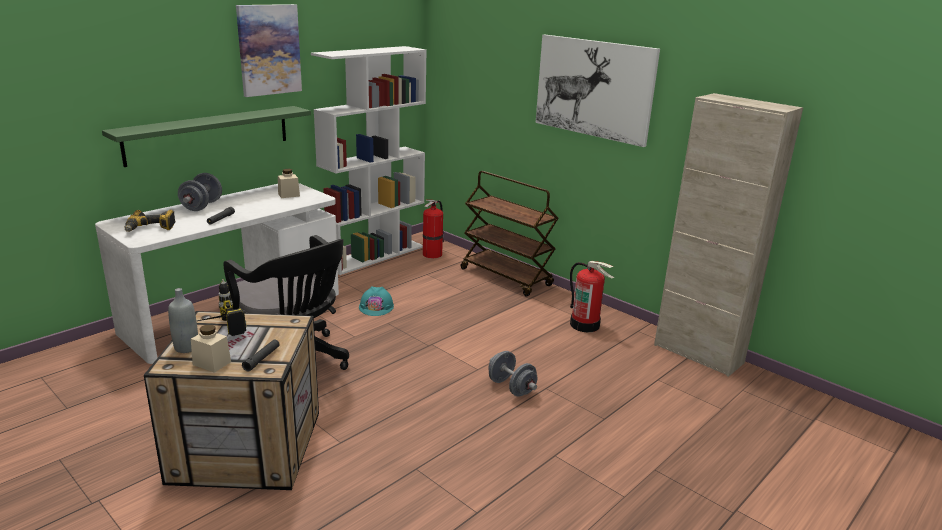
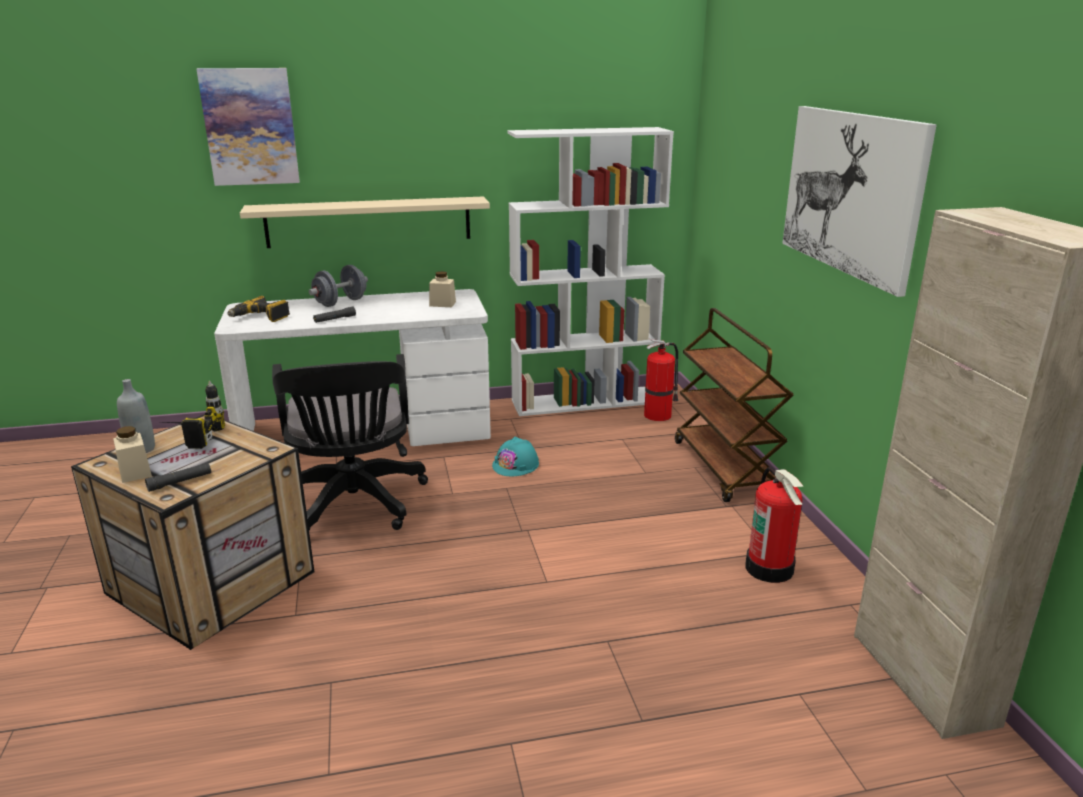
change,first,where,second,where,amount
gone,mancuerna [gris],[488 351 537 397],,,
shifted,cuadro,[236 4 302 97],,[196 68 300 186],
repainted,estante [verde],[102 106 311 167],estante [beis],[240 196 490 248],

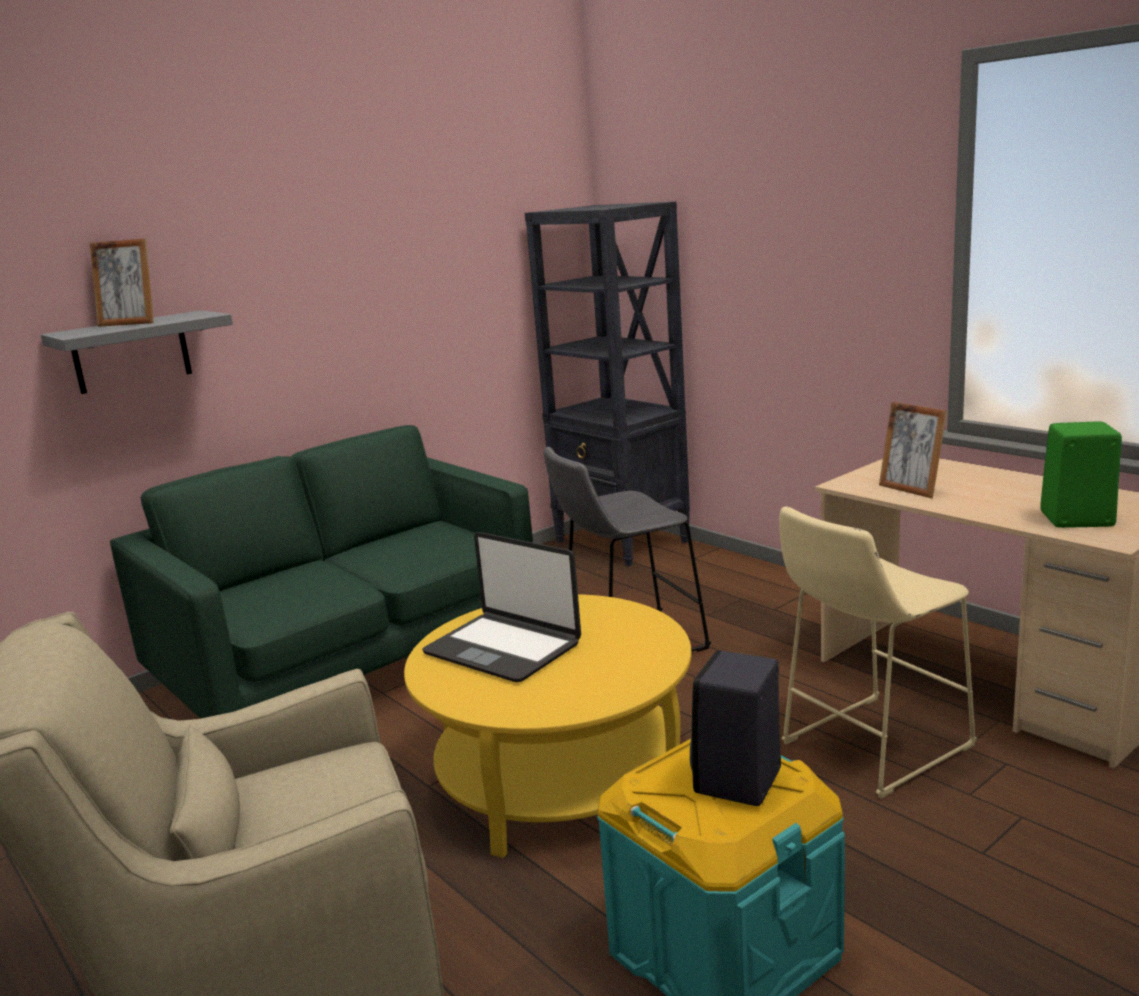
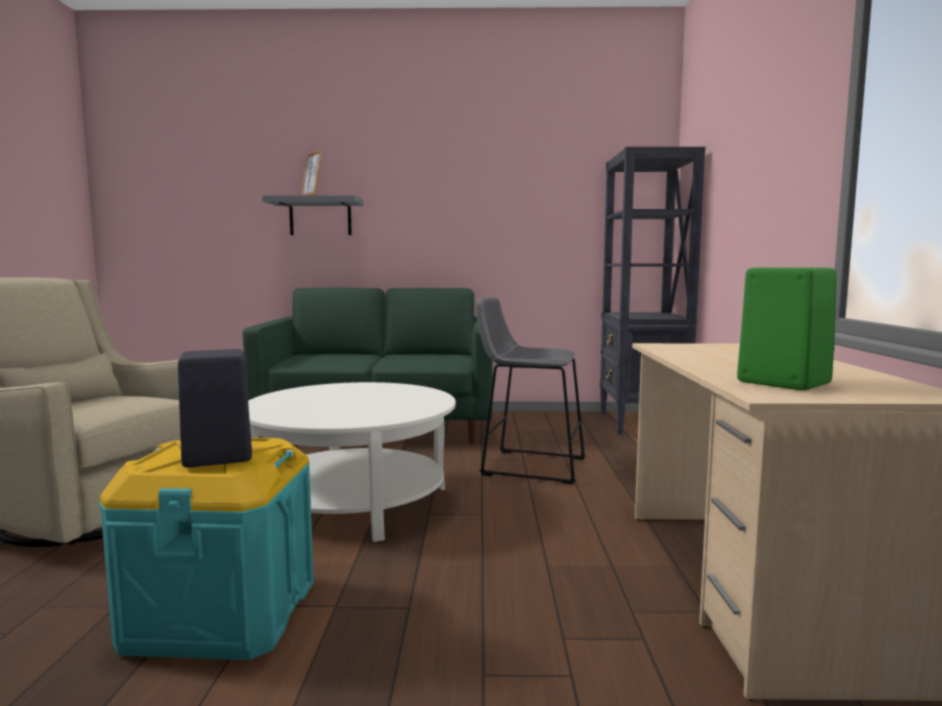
change,first,where,second,where,amount
gone,portátil,[422 532 581 682],,,
gone,taburete [beis],[779 506 977 799],,,
gone,portarretratos,[879 402 947 498],,,
repainted,mesa de centro [amarillo],[404 594 692 858],mesa de centro [blanco],[248 382 456 542],

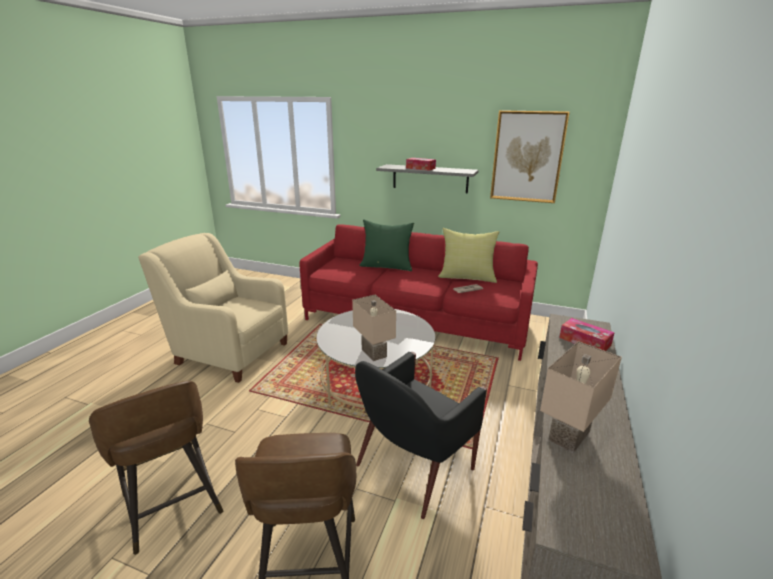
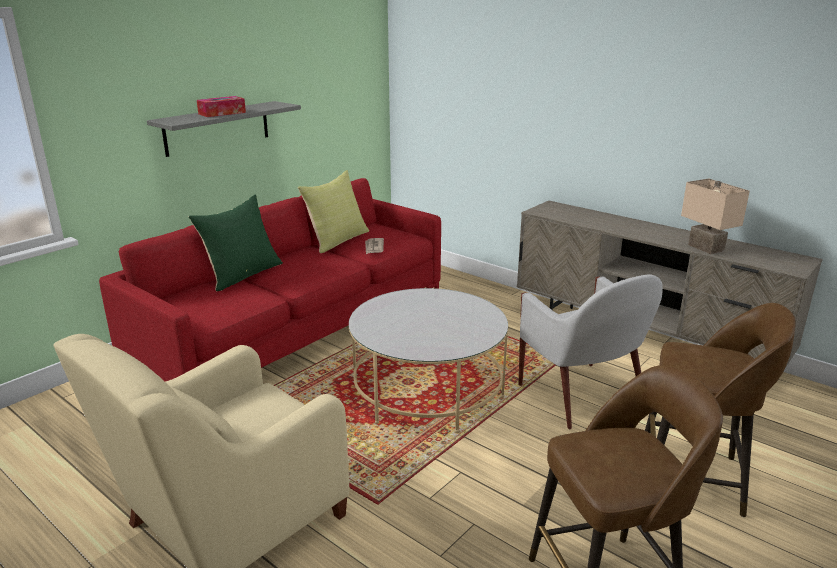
change,first,where,second,where,amount
gone,lámpara de mesa [beis],[352 295 396 361],,,
gone,cuadro,[490 110 569 203],,,
gone,caja de pañuelos,[559 318 615 351],,,
repainted,sillón [negro],[355 352 487 519],sillón [blanco],[518 275 663 429],

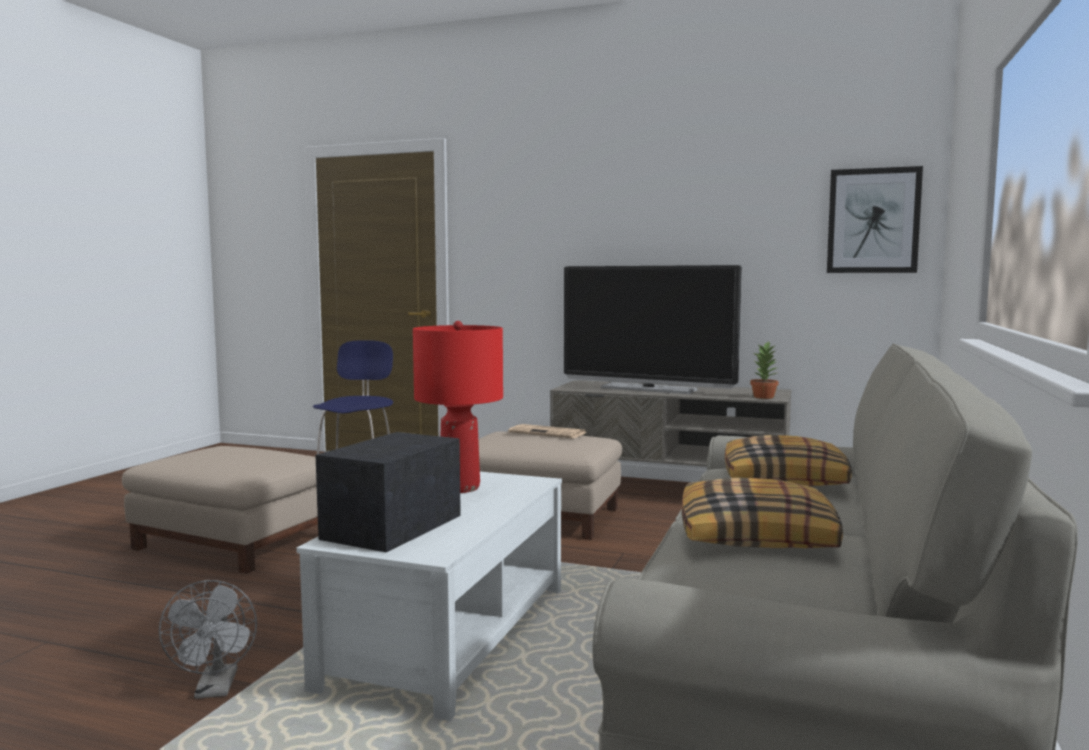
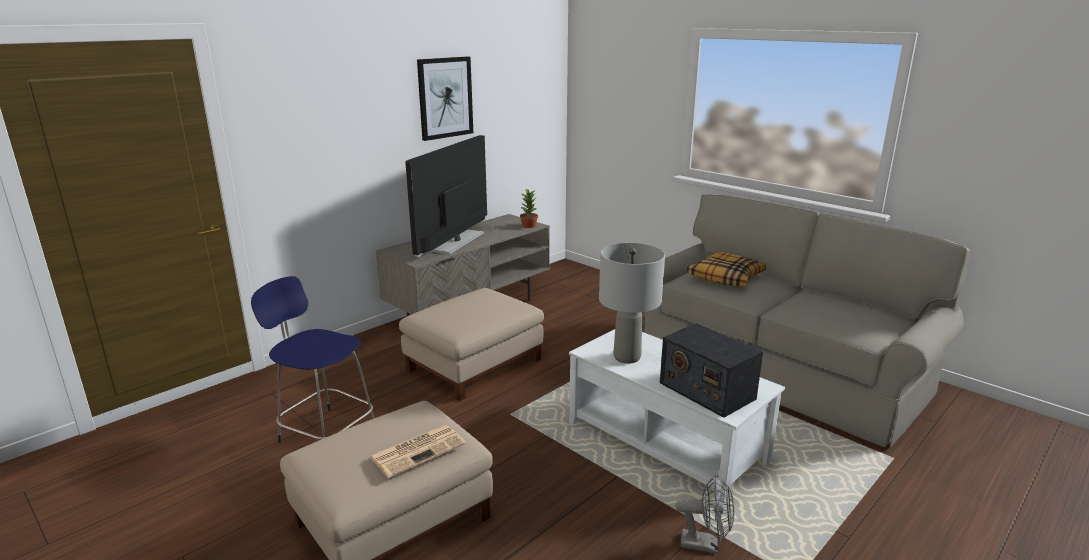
change,first,where,second,where,amount
gone,cojín,[682 478 843 548],,,
shifted,periódico,[508 424 586 439],,[369 425 466 478],
shifted,cuadro,[827 166 923 273],,[417 56 473 141],
repainted,lámpara de mesa [rojo],[413 321 503 493],lámpara de mesa [gris],[599 243 665 364],
rotated,televisor,[564 265 742 394],,[405 135 487 257],150 degrees clockwise

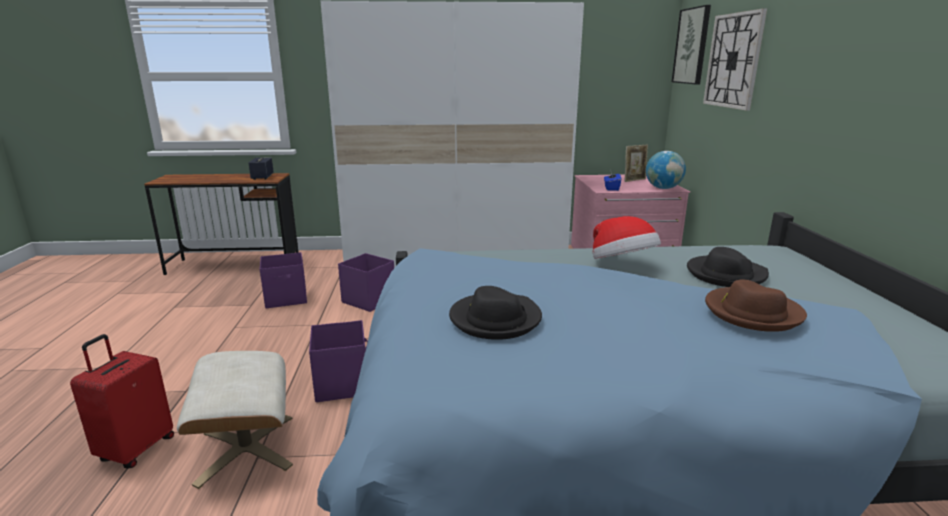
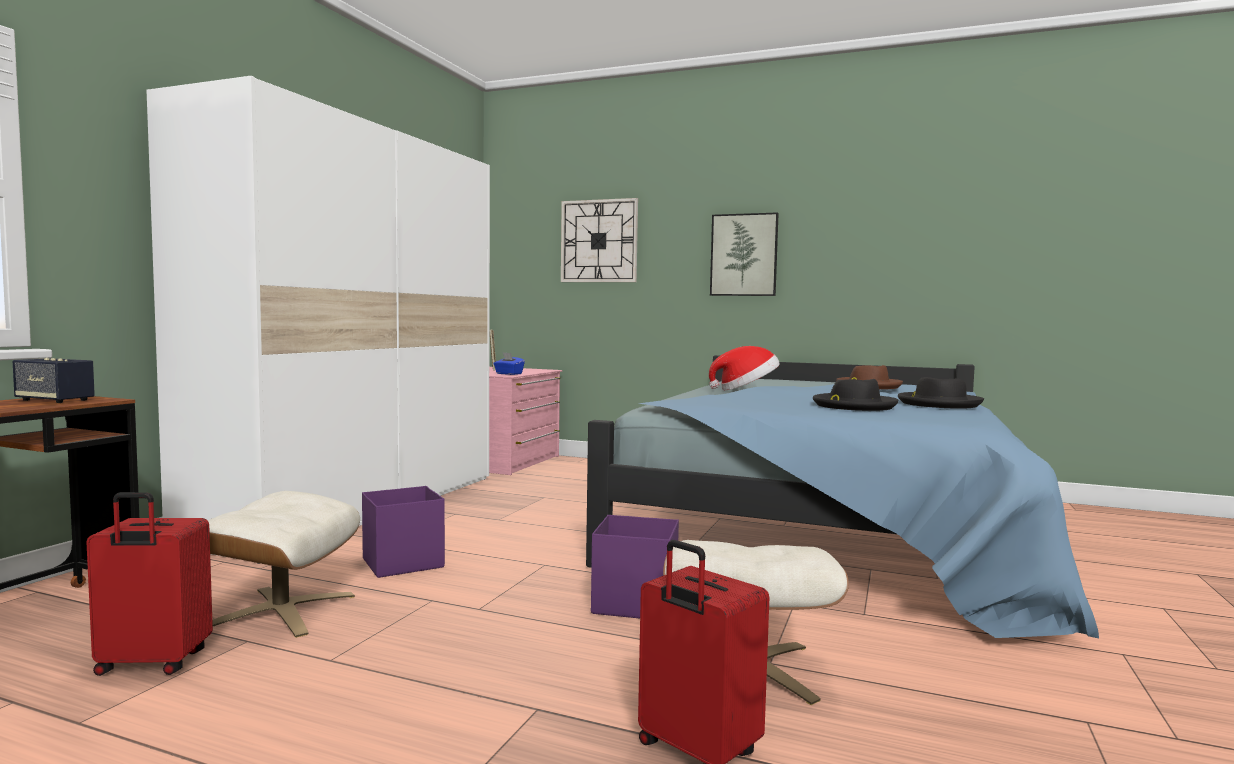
change,first,where,second,where,amount
gone,globo terráqueo,[646 151 686 189],,,
new,,,maleta [rojo],[86 492 213 676],
shifted,cuadro,[672 5 711 84],,[710 212 779 296],
shifted,sombrero [negro],[687 247 769 287],,[898 377 984 409],
swapped,caja de almacenaje [morado],[260 252 307 308],puf [beis],[208 491 360 638],

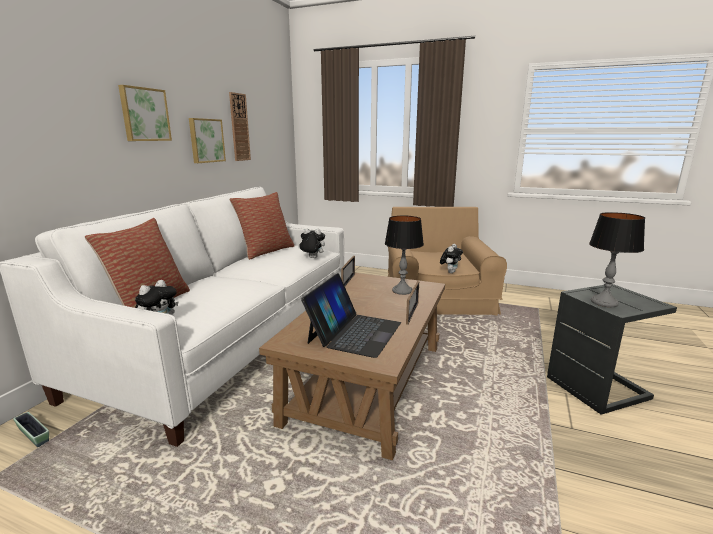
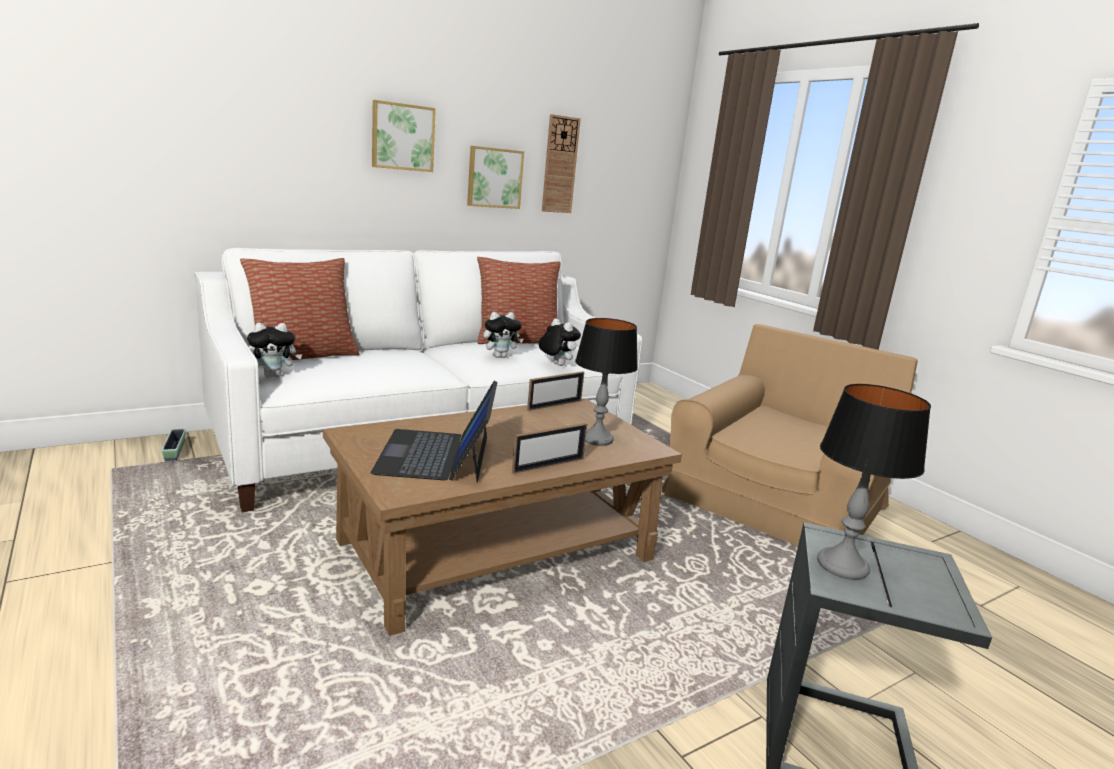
change,first,where,second,where,amount
shifted,peluche,[440 244 463 273],,[483 312 523 358],
rotated,portátil,[301 273 401 358],,[370 381 498 483],120 degrees clockwise

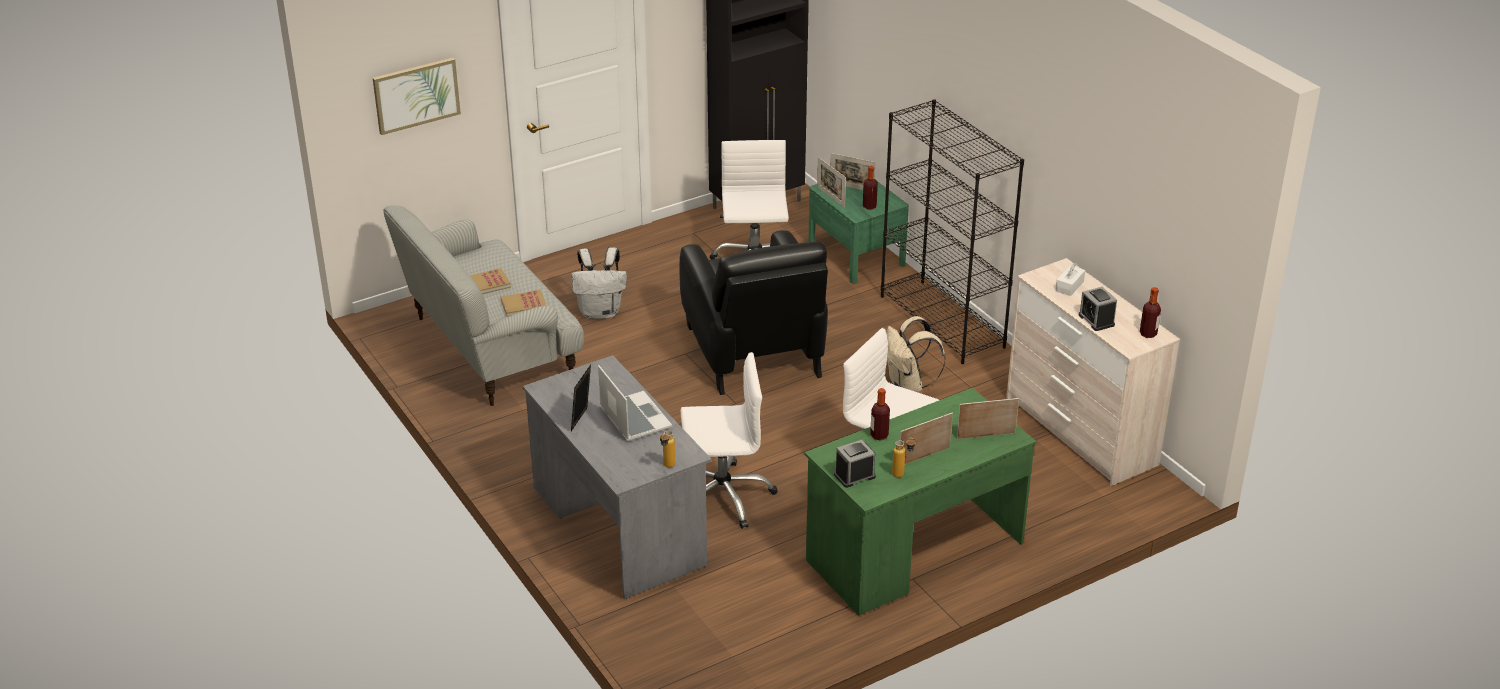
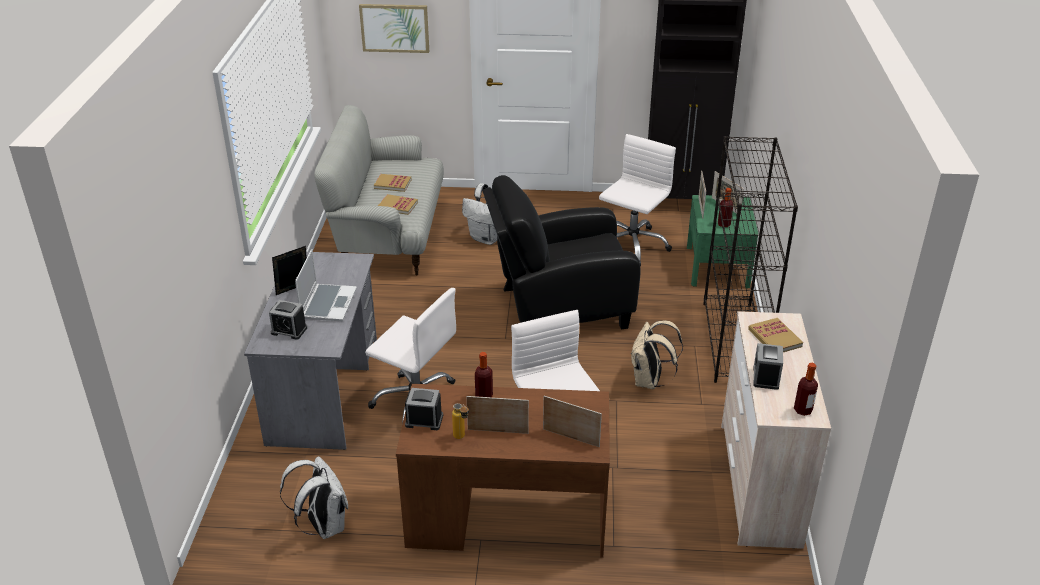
change,first,where,second,where,amount
gone,botella,[660 431 675 467],,,
new,,,despertador,[269 300 307 340],
new,,,mochila [blanco],[280 456 348 539],
swapped,caja de pañuelos [blanco],[1055 263 1085 296],libro,[748 318 803 352],
repainted,escritorio [verde],[804 388 1036 616],escritorio [marrón],[396 384 610 558],
rotated,sillón [negro],[679 230 828 395],,[483 175 640 329],60 degrees clockwise

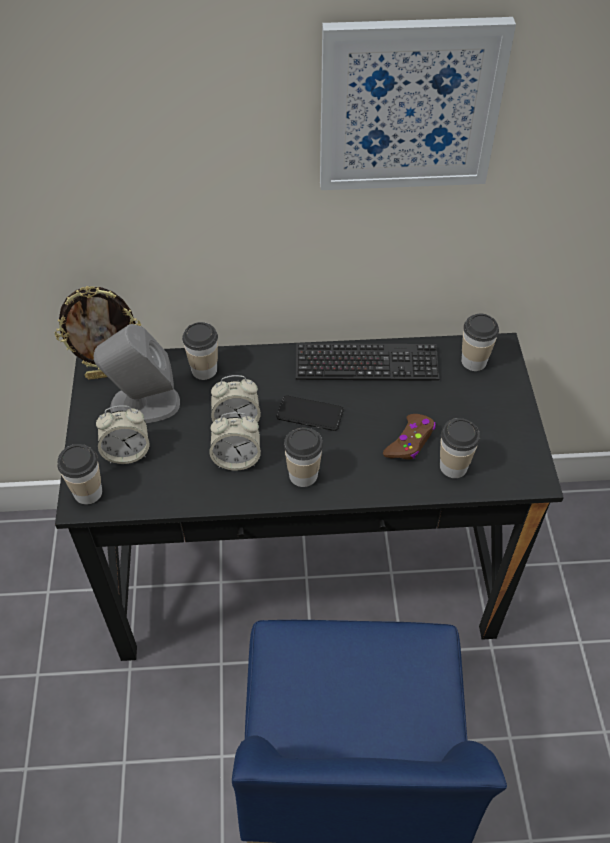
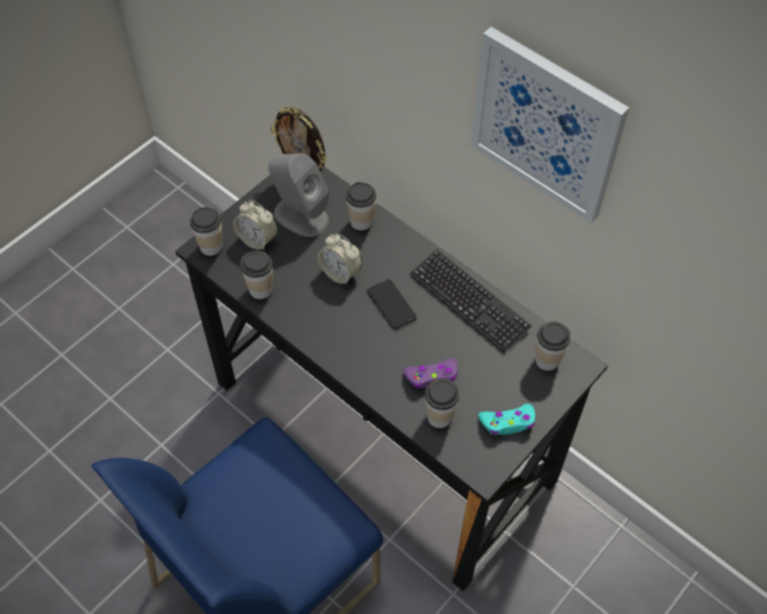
change,first,where,second,where,amount
gone,despertador,[210 412 261 471],,,
new,,,mando de consola [turquesa],[478 404 535 435],
shifted,taza,[284 428 323 487],,[240 251 273 299],
repainted,mando de consola [marrón],[383 414 436 460],mando de consola [morado],[403 358 458 389],

